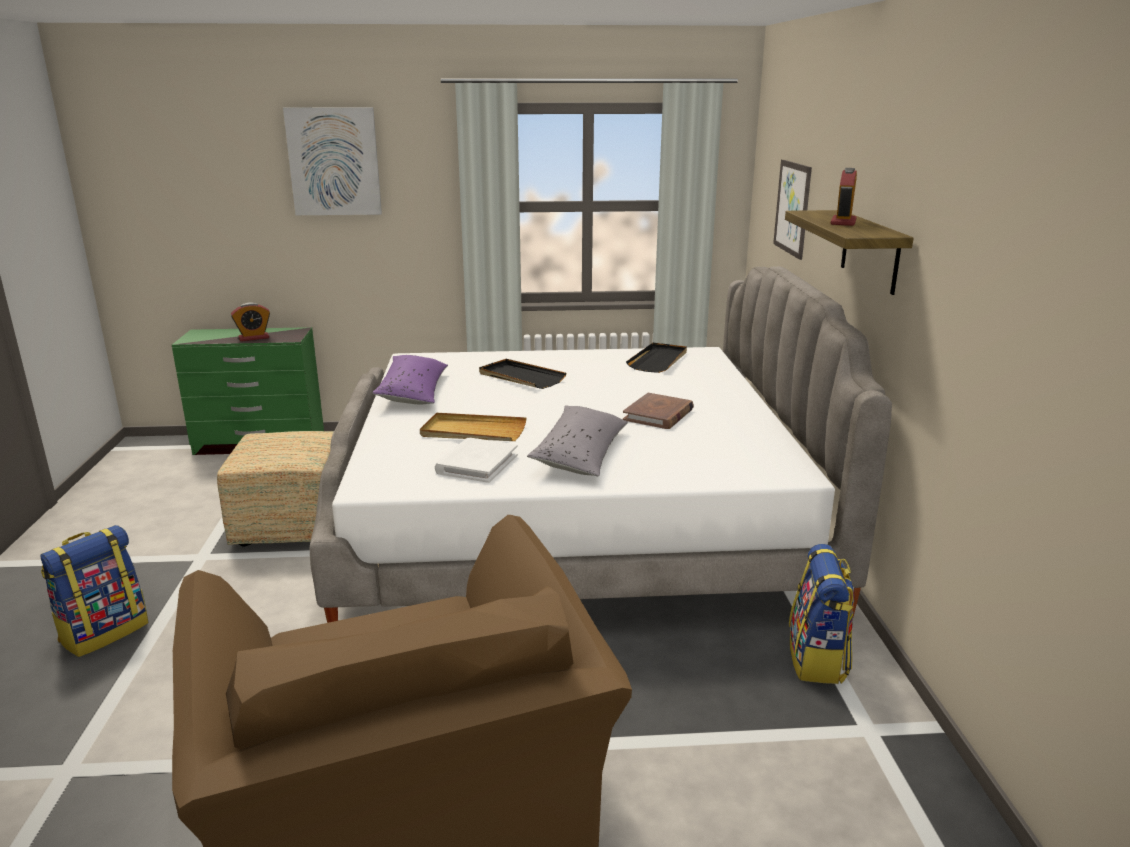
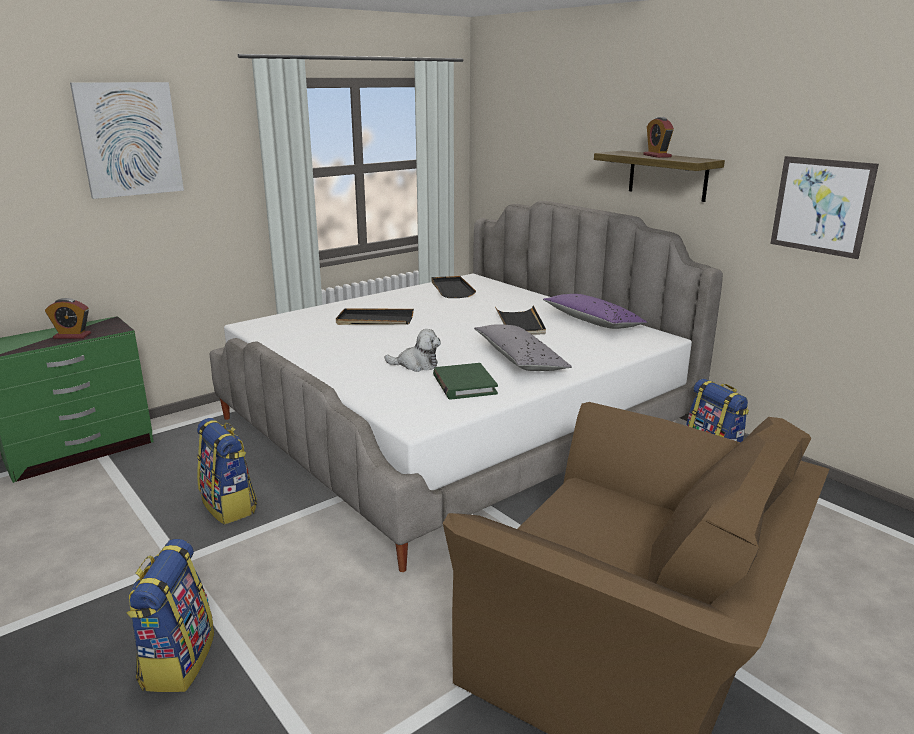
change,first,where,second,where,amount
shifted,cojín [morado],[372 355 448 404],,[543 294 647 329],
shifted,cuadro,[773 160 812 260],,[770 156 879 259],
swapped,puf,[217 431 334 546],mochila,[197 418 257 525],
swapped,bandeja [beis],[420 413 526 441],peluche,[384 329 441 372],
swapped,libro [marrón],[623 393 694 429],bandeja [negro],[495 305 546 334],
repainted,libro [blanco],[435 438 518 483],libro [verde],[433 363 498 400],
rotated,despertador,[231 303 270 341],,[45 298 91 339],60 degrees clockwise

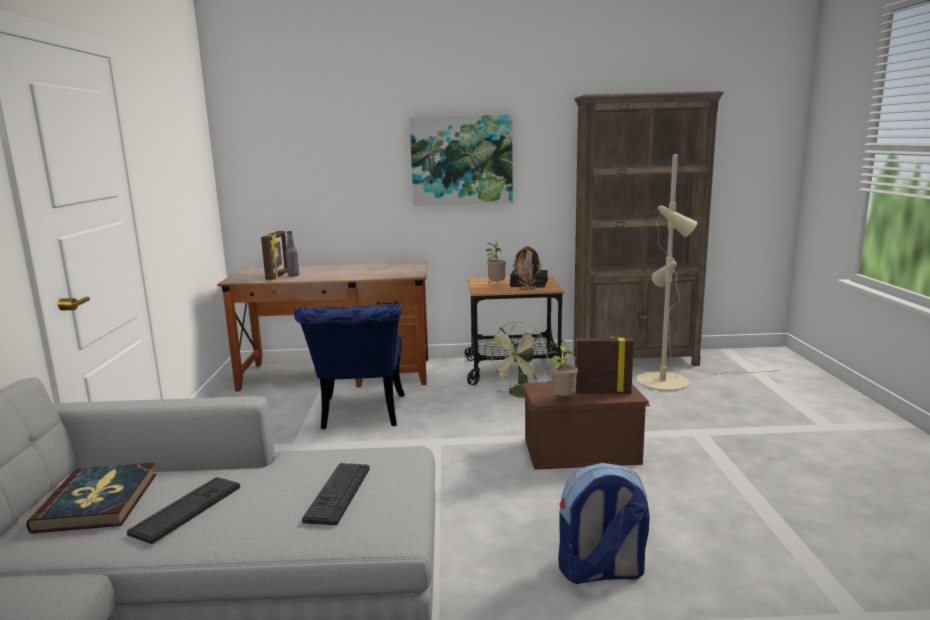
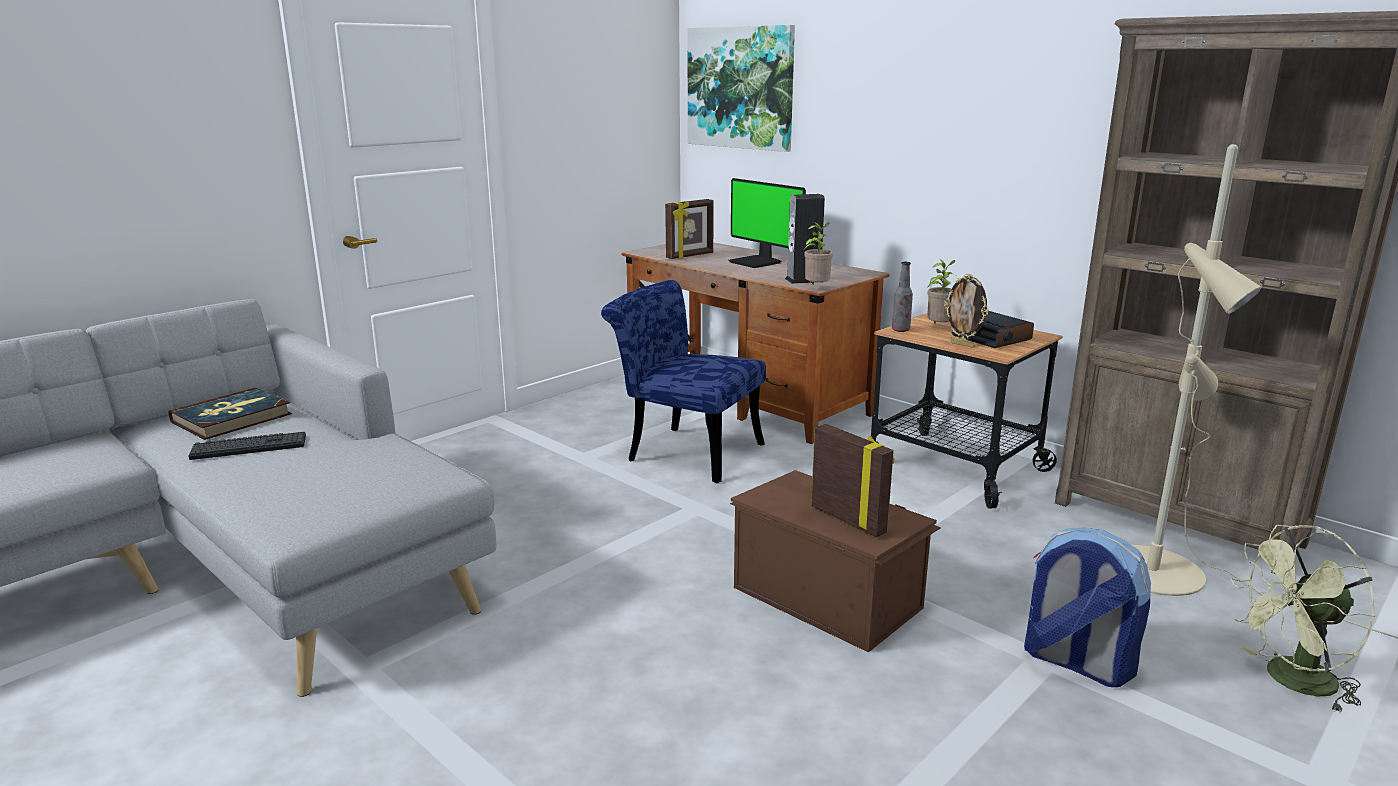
change,first,where,second,where,amount
gone,teclado,[302 463 370 525],,,
new,,,monitor,[728 178 806 268],
new,,,altavoz,[785 194 825 284],
shifted,botella,[286 231 299 276],,[892 262 913 332],
shifted,cuadro,[409 114 513 206],,[687 25 795 152],
shifted,ventilador [verde],[487 322 548 398],,[1231 525 1375 713],
shifted,planta en maceta,[549 340 578 396],,[804 222 833 284],
shifted,mochila,[558 463 650 584],,[1024 527 1151 687],
rotated,silla [azul],[294 304 405 429],,[601 280 766 483],75 degrees clockwise

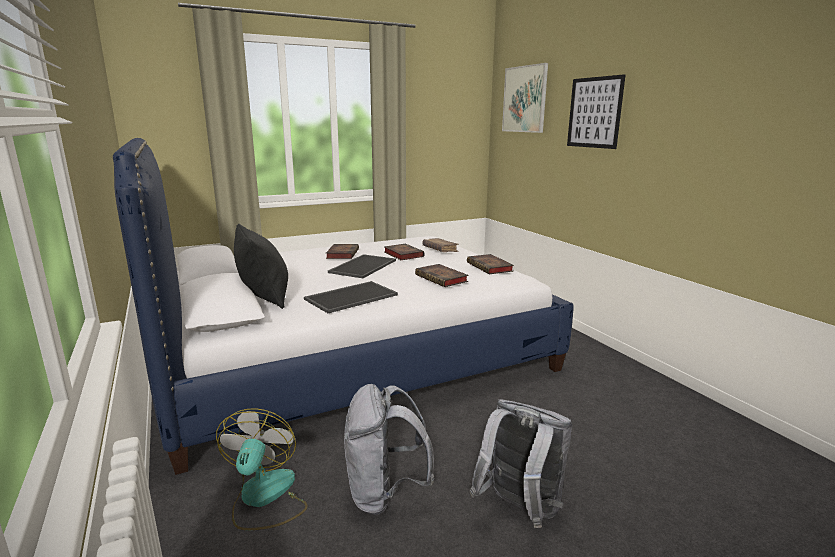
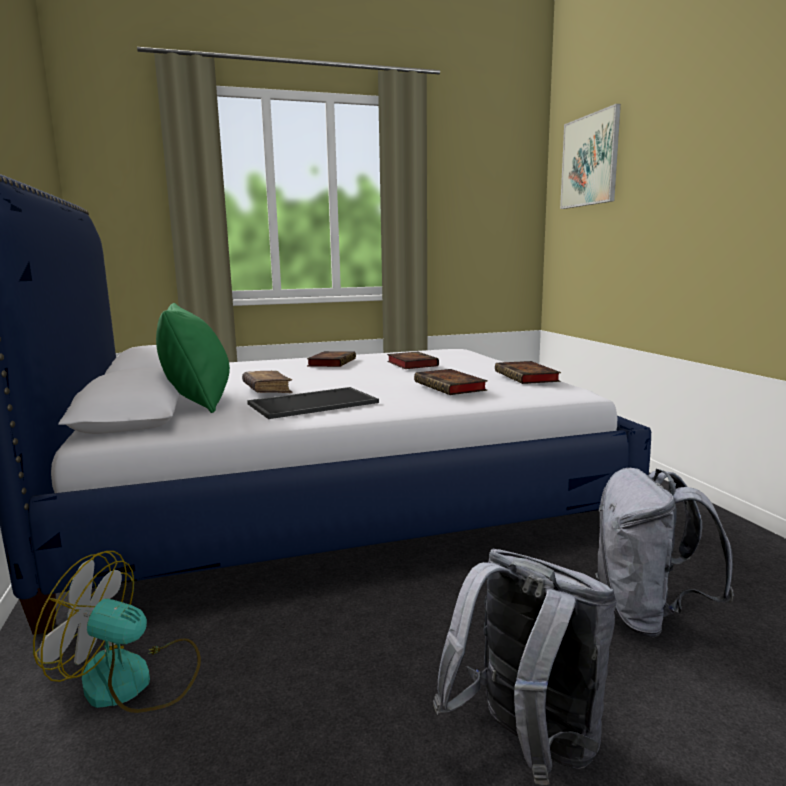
change,first,where,second,where,amount
gone,bandeja,[328 254 396 278],,,
gone,cuadro,[567 74 626 149],,,
shifted,mochila [gris],[344 384 435 515],,[595 468 734 638],
shifted,libro [marrón],[422 238 459 252],,[242 371 292 393],
repainted,cojín [negro],[234 224 288 309],cojín [verde],[156 303 230 413],
rotated,ventilador,[216 408 308 530],,[33 551 201 713],90 degrees counterclockwise

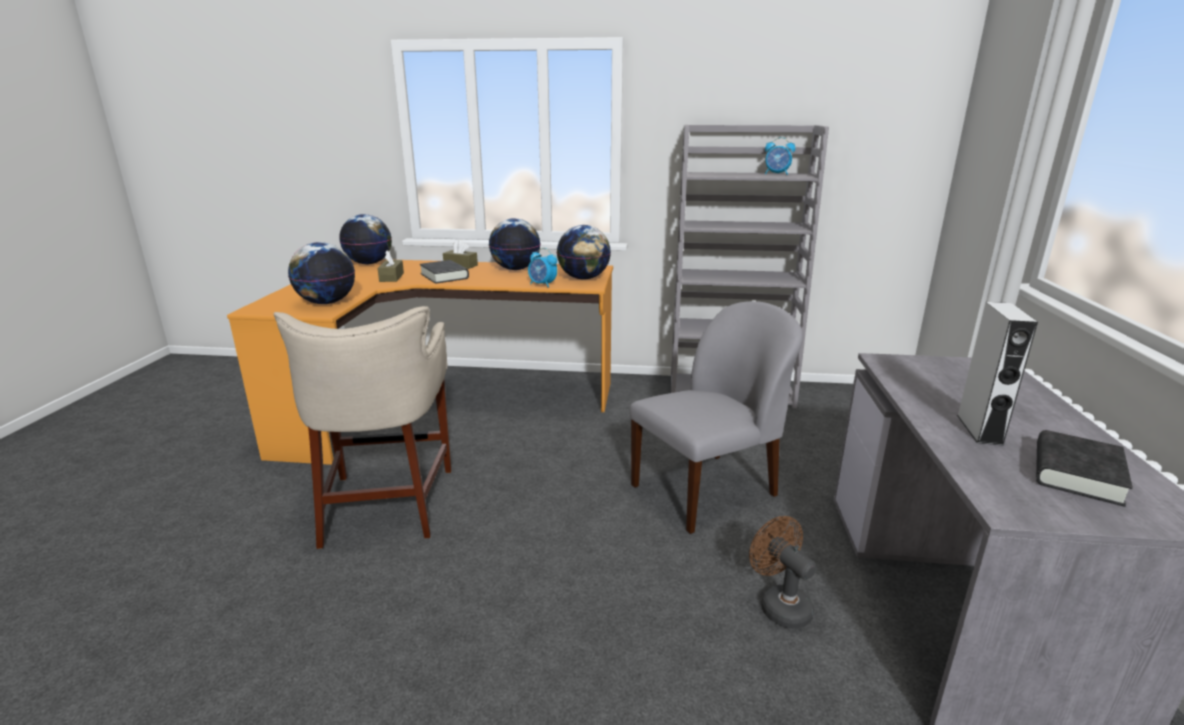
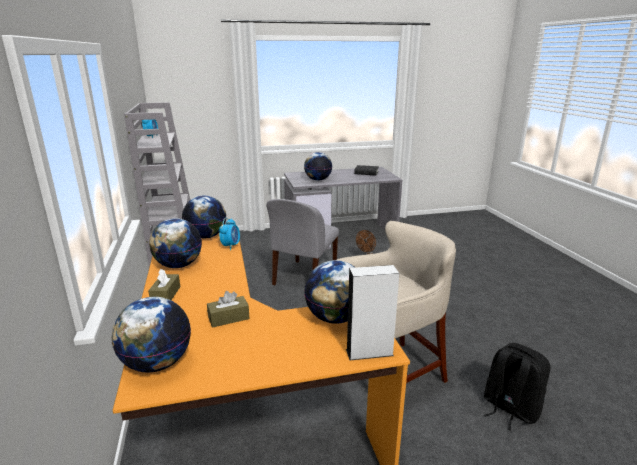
change,first,where,second,where,amount
gone,libro [negro],[420 260 469 284],,,
new,,,globo terráqueo,[304 152 332 181],
new,,,mochila [negro],[483 343 550 431],
shifted,altavoz [gris],[957 302 1038 446],,[346 265 399 360],
rotated,silla [gris],[629 301 803 534],,[266 199 339 285],105 degrees counterclockwise

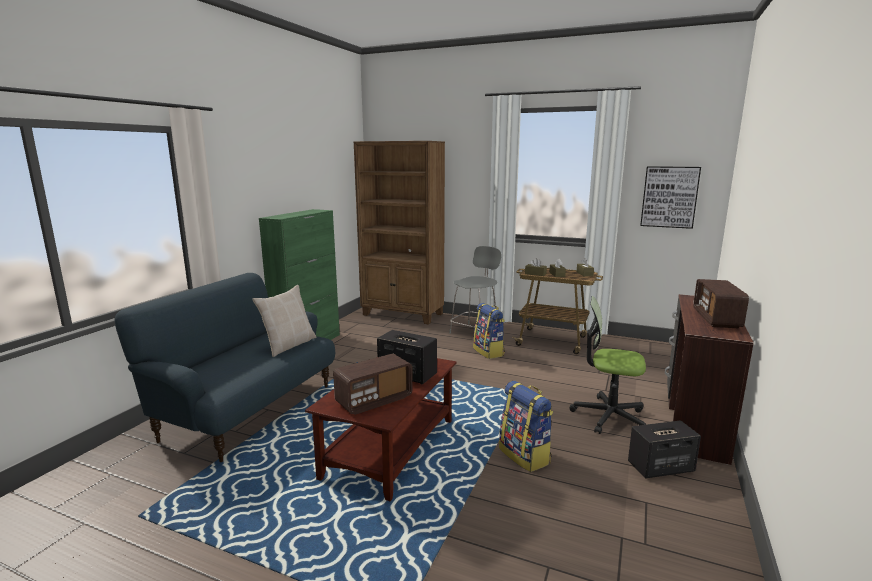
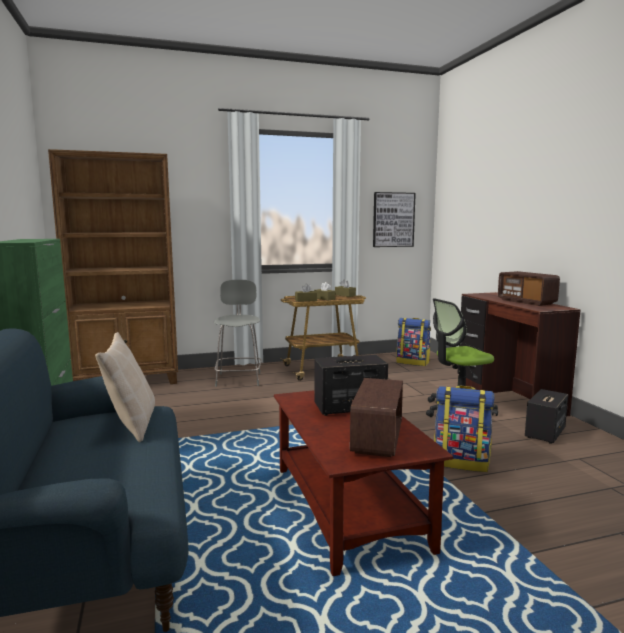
change,first,where,second,where,amount
shifted,mochila,[473 303 505 359],,[396 318 431 366],

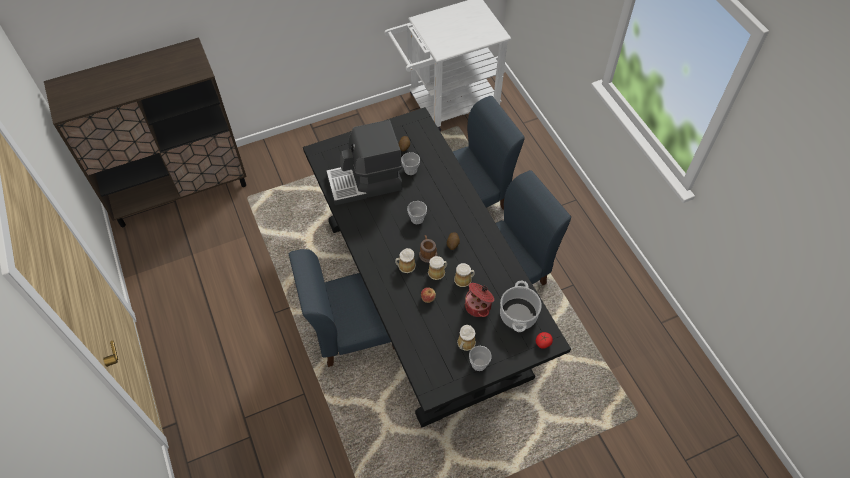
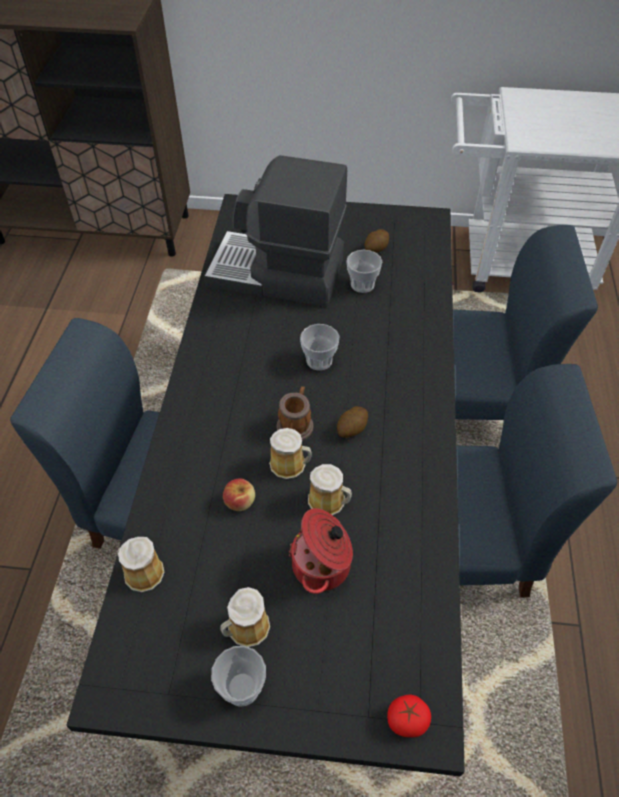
change,first,where,second,where,amount
gone,olla,[500 281 542 332],,,
shifted,taza grande,[395 248 416 273],,[116 537 164 592],

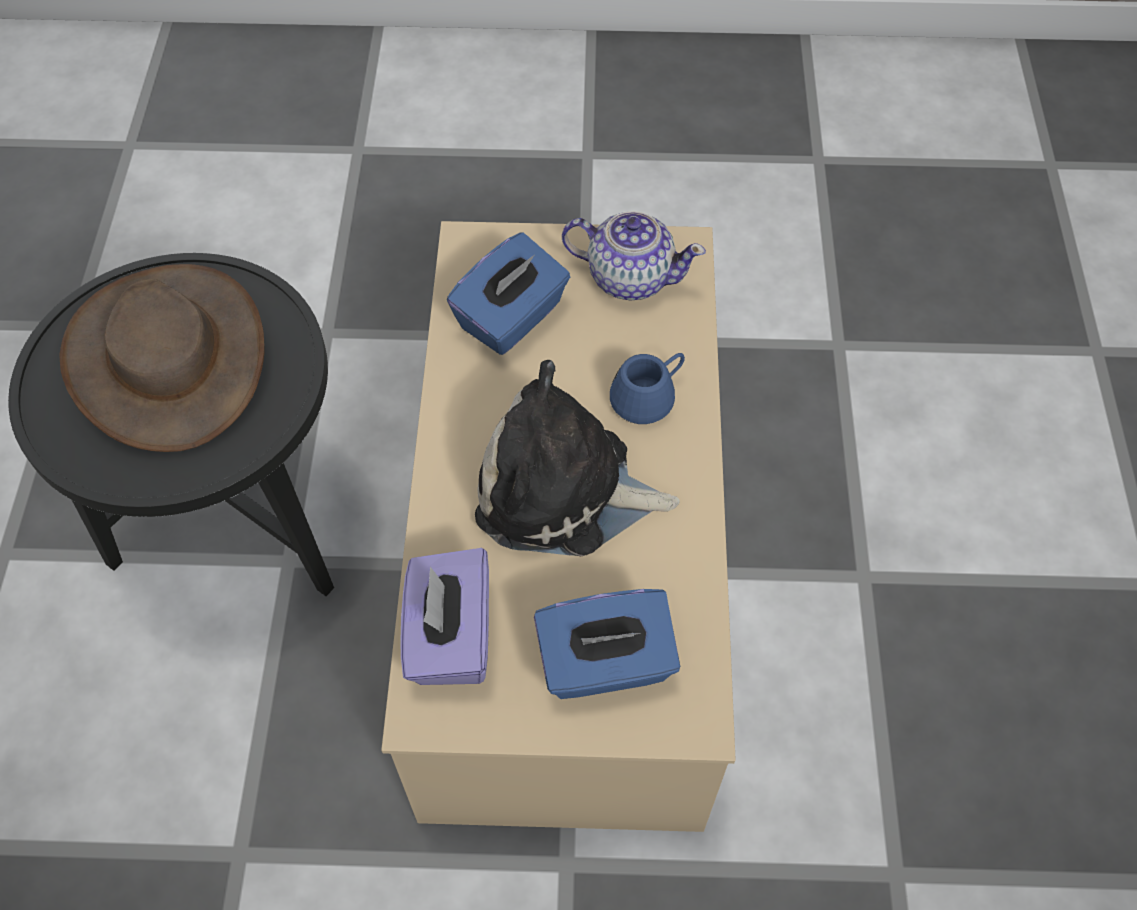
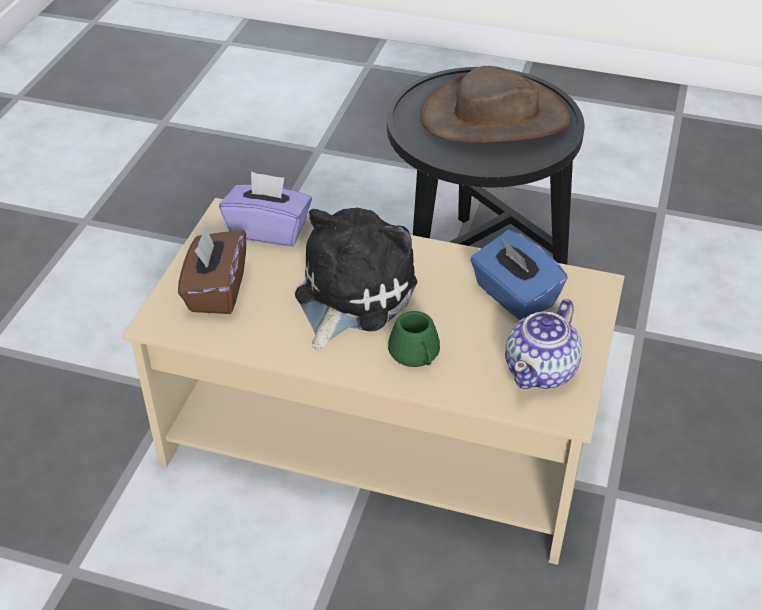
change,first,where,second,where,amount
repainted,caja de pañuelos [azul],[534 589 680 699],caja de pañuelos [marrón],[178 226 246 314],
repainted,taza grande [azul],[610 353 685 424],taza grande [verde],[388 311 440 367],

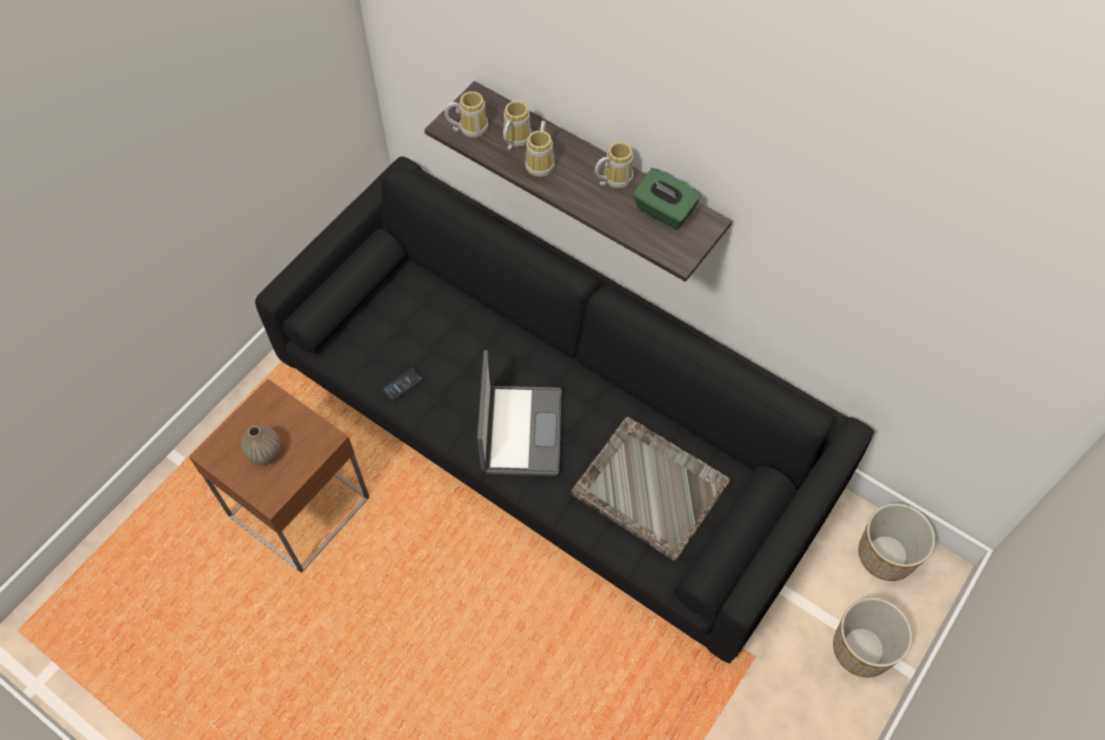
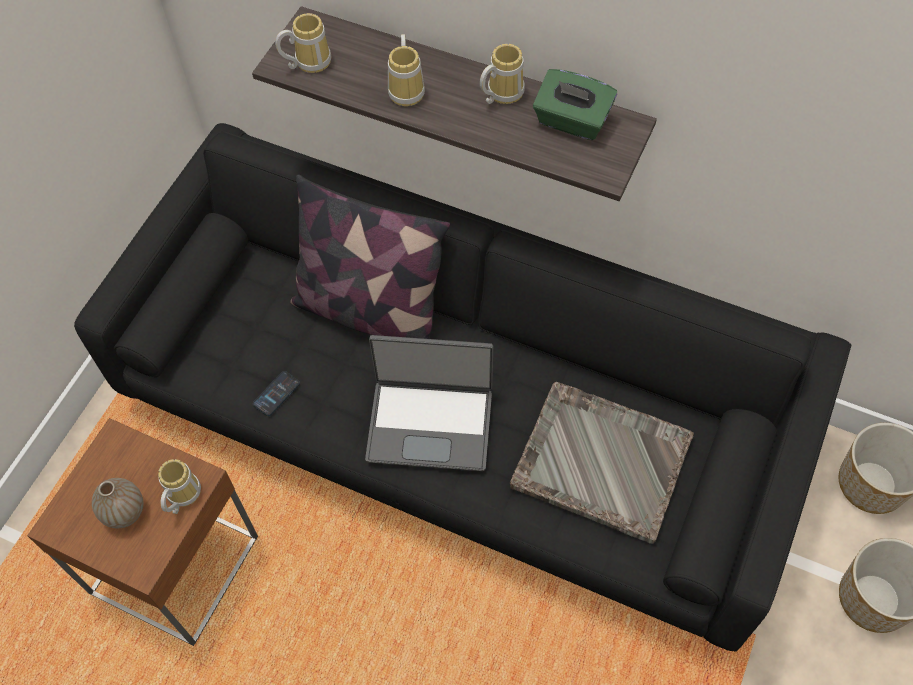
change,first,where,second,where,amount
new,,,cojín,[290 175 450 339],
shifted,taza grande,[503 101 532 150],,[158 459 201 514],
rotated,portátil,[477 350 562 476],,[365 335 493 471],105 degrees clockwise

